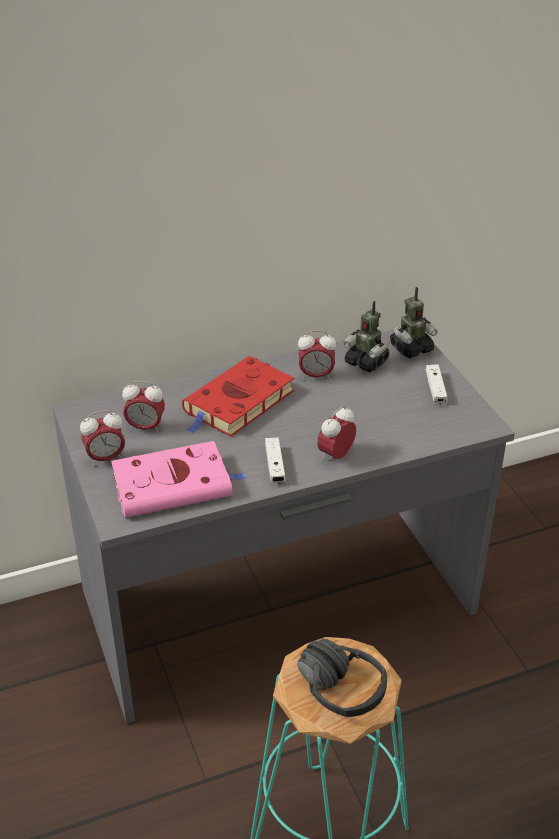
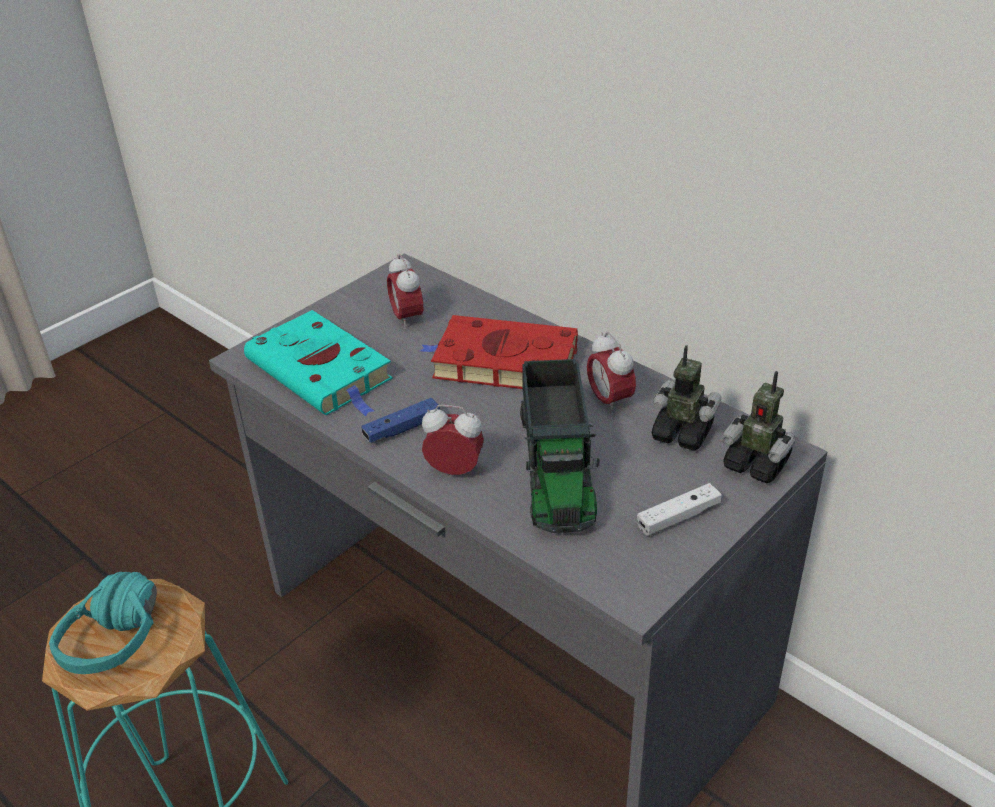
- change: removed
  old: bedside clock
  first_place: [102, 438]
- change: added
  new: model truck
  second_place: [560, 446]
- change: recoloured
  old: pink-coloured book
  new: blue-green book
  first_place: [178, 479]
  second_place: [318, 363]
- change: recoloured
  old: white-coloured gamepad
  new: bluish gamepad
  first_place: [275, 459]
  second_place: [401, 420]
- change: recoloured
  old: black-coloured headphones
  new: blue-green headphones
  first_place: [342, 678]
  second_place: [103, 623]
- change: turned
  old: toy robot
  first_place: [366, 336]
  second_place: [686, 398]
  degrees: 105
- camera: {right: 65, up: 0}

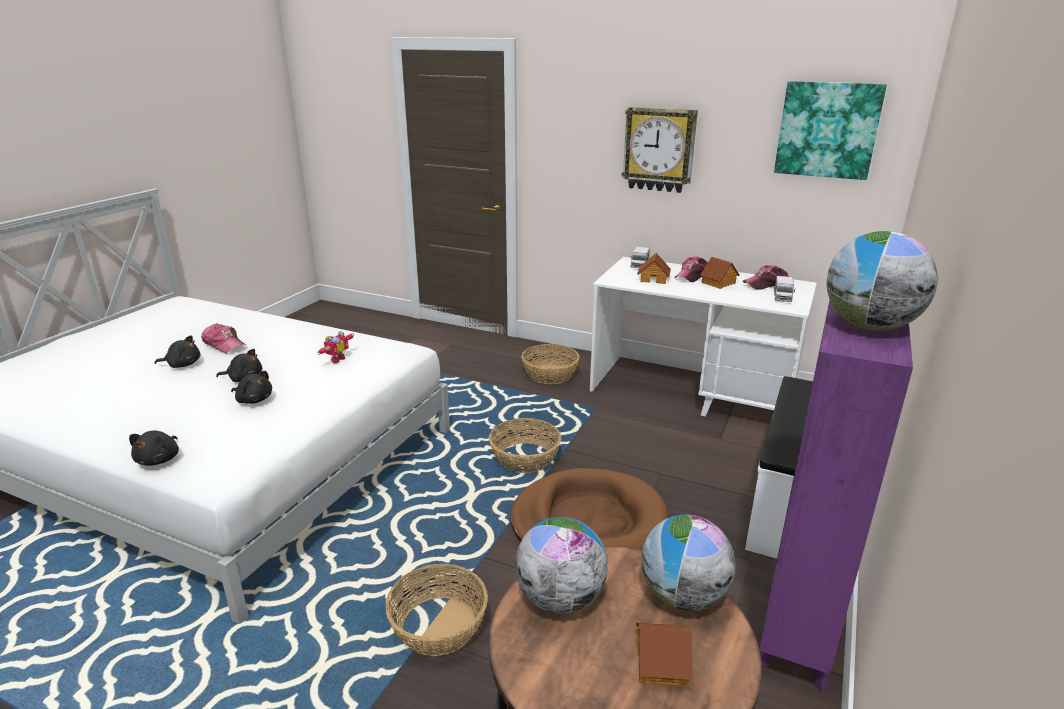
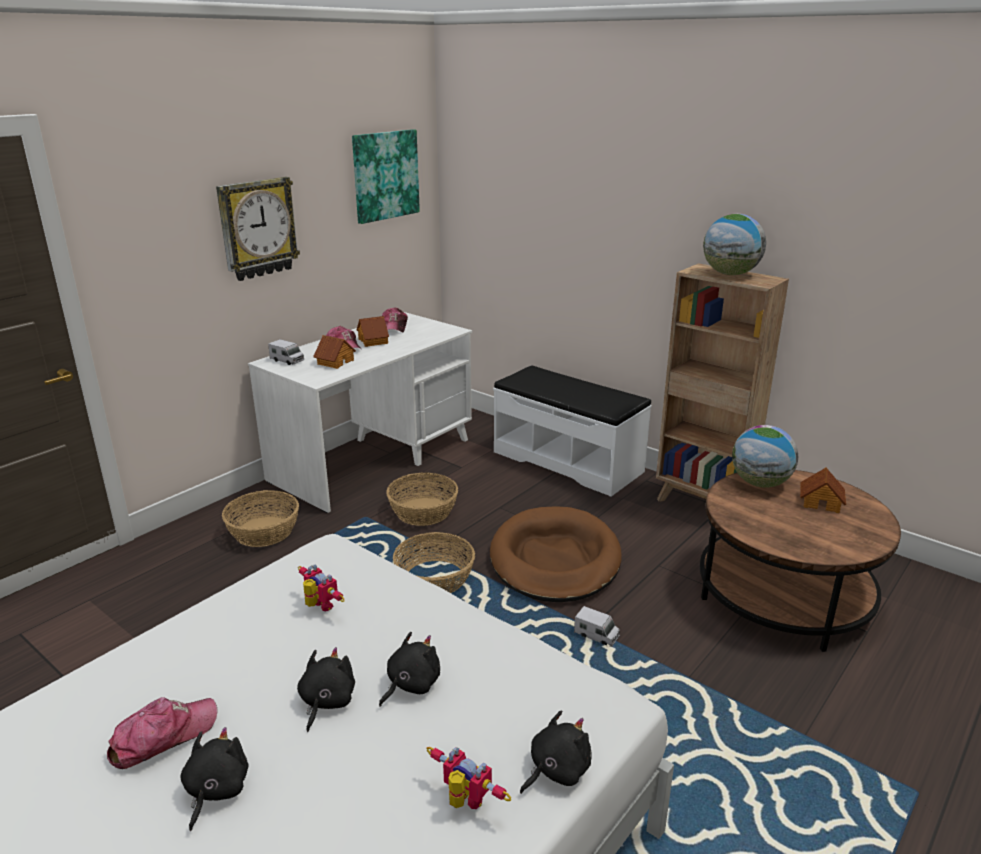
- change: removed
  old: desk globe
  first_place: [561, 565]
- change: added
  new: toy robot
  second_place: [468, 778]
- change: moved
  old: basket
  first_place: [437, 610]
  second_place: [422, 499]
- change: moved
  old: model truck
  first_place: [785, 289]
  second_place: [597, 626]
- change: recoloured
  old: purple bookshelf
  new: brown bookshelf
  first_place: [836, 496]
  second_place: [722, 382]
- change: turned
  old: black-coloured plush toy
  first_place: [154, 448]
  second_place: [555, 752]
  degrees: -60
- camera: {right: -75, up: 0}

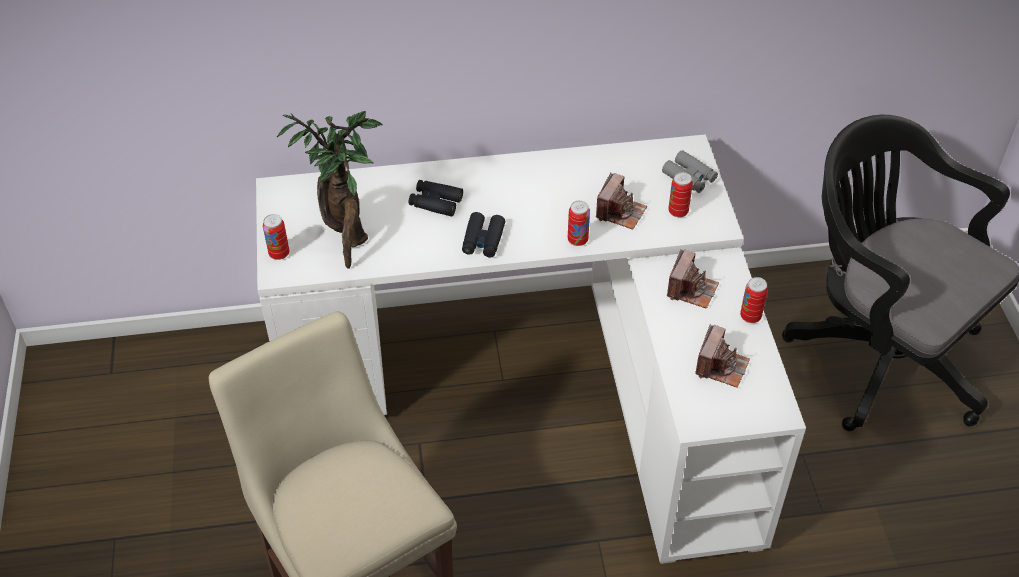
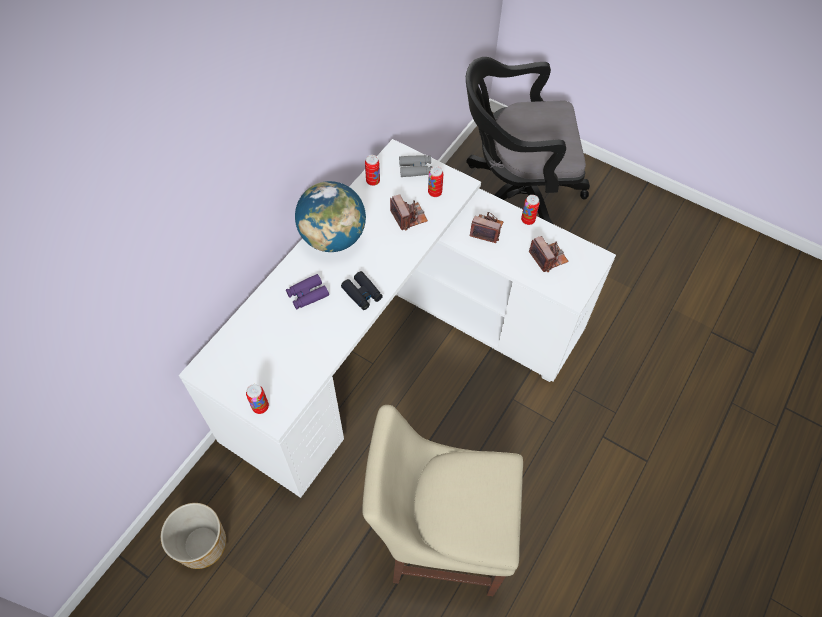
- change: removed
  old: plant in a pot
  first_place: [330, 190]
- change: added
  new: plant pot
  second_place: [193, 536]
- change: added
  new: desk globe
  second_place: [330, 216]
- change: moved
  old: metal can
  first_place: [579, 223]
  second_place: [372, 170]
- change: recoloured
  old: black-coloured pair of binoculars
  new: purple pair of binoculars
  first_place: [436, 198]
  second_place: [307, 291]
- change: turned
  old: photo camera
  first_place: [693, 279]
  second_place: [486, 227]
  degrees: -45
- camera: {right: -50, up: 10}

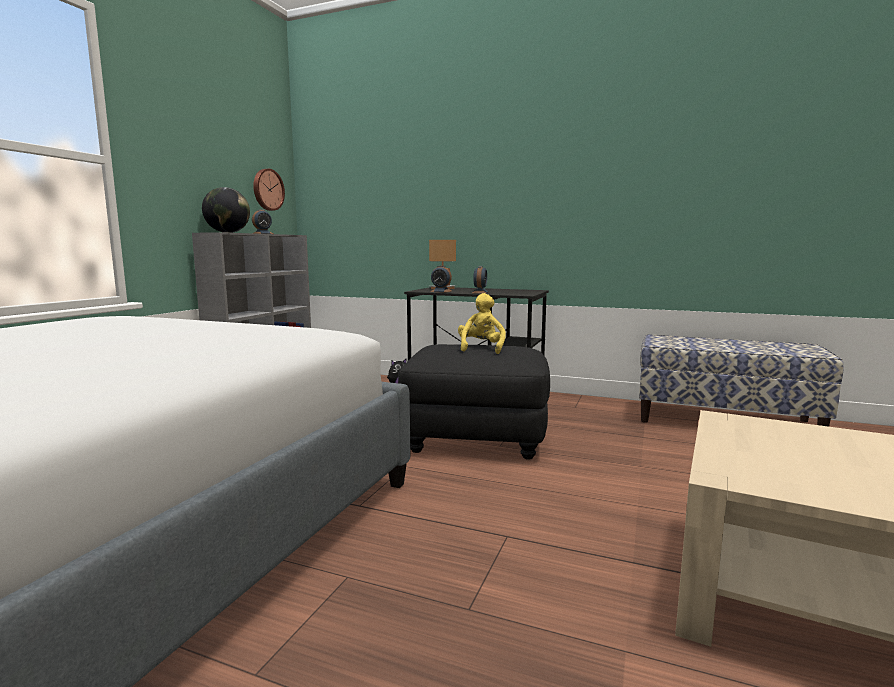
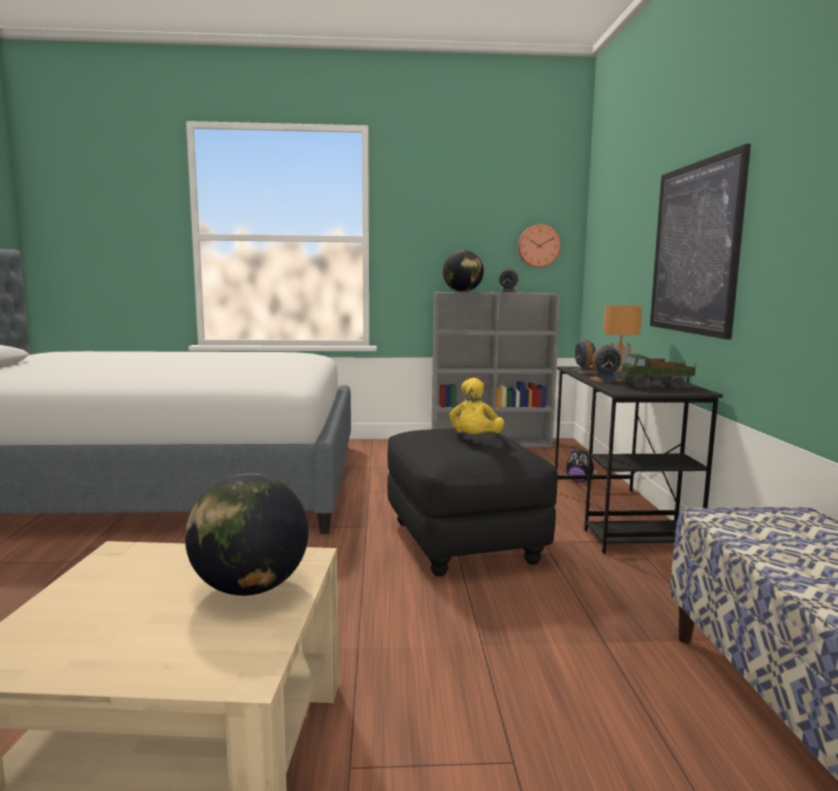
- change: added
  new: desk globe
  second_place: [247, 534]
- change: added
  new: model truck
  second_place: [657, 371]
- change: added
  new: picture
  second_place: [700, 241]
- change: turned
  old: yellow-coloured plush toy
  first_place: [482, 323]
  second_place: [476, 406]
  degrees: 120
- camera: {right: 65, up: 0}

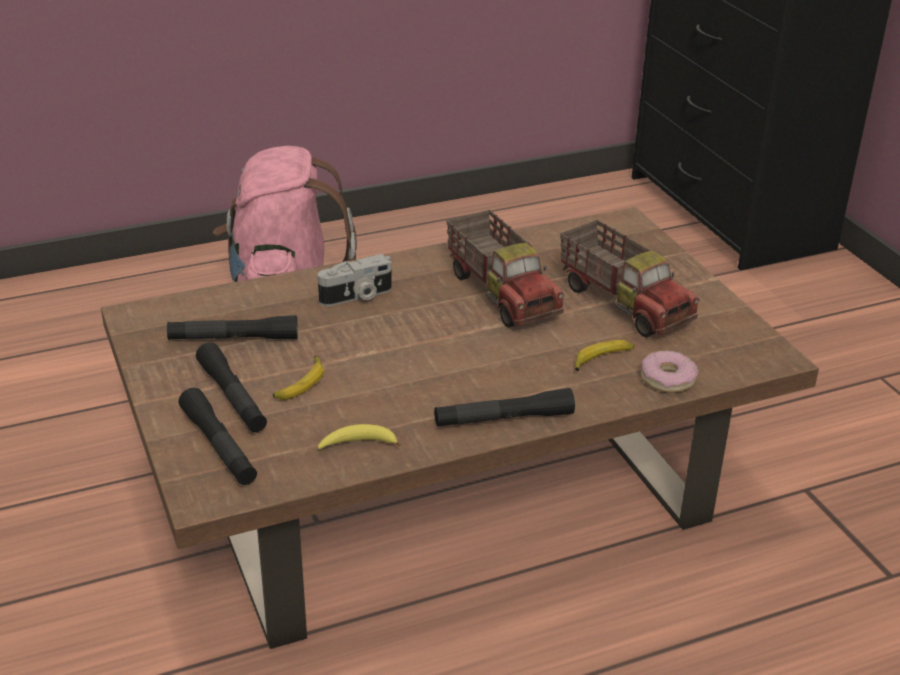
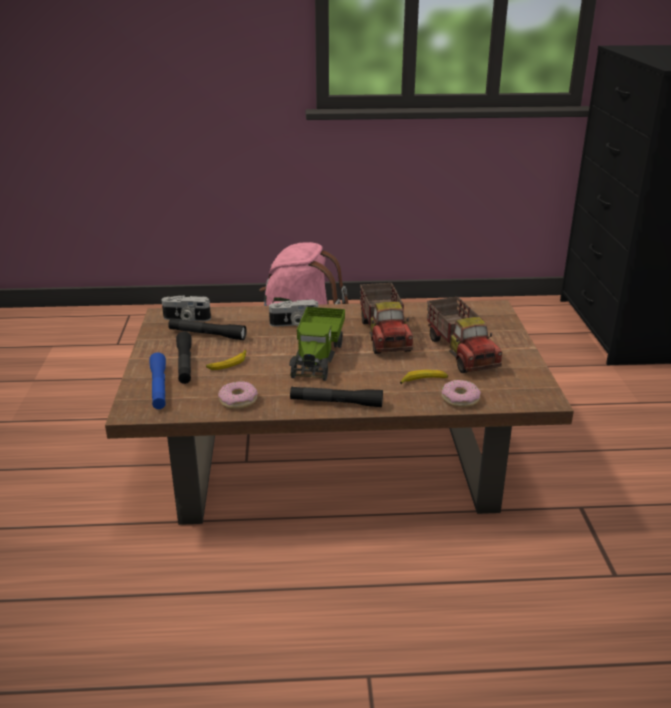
- change: added
  new: photo camera
  second_place: [186, 308]
- change: added
  new: model truck
  second_place: [317, 344]
- change: replaced
  old: whole banana
  new: ring doughnut
  first_place: [359, 436]
  second_place: [238, 395]
- change: recoloured
  old: black-coloured flashlight
  new: bluish flashlight
  first_place: [218, 436]
  second_place: [157, 380]
- camera: {right: 20, up: -5}

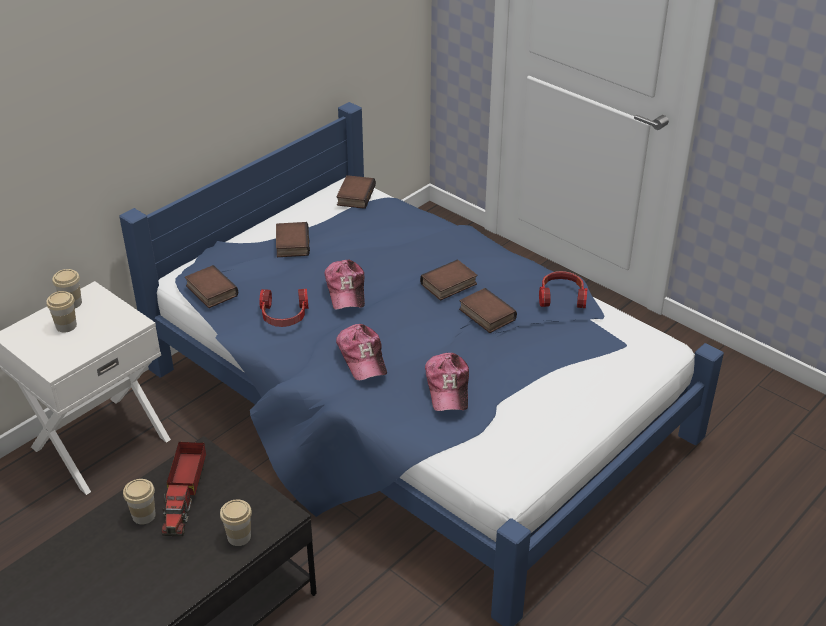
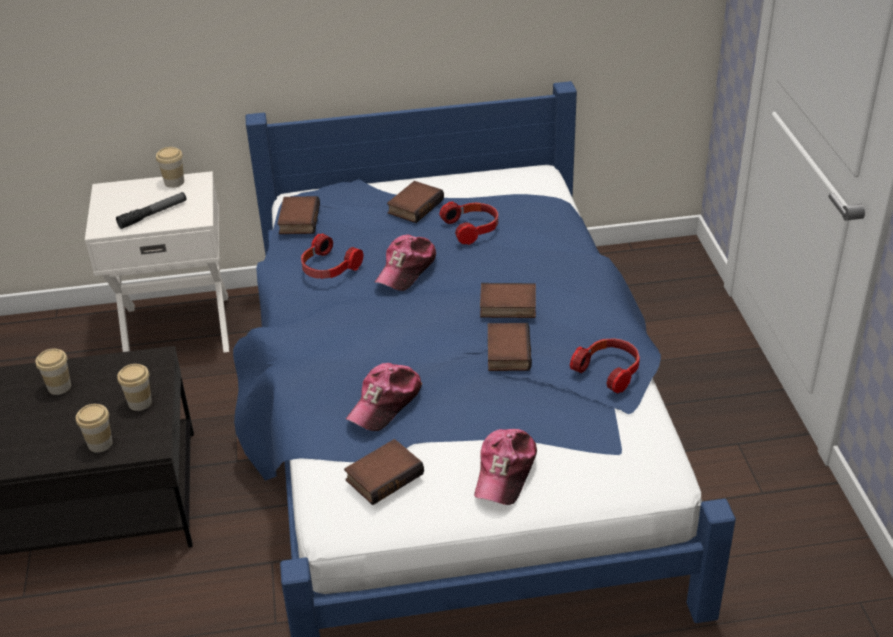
- change: removed
  old: model truck
  first_place: [184, 489]
- change: added
  new: flashlight
  second_place: [151, 210]
- change: added
  new: headphones
  second_place: [468, 223]
- change: moved
  old: cup
  first_place: [61, 311]
  second_place: [134, 387]
- change: moved
  old: book
  first_place: [356, 192]
  second_place: [384, 472]
- change: moved
  old: baseball cap
  first_place: [361, 352]
  second_place: [505, 467]
- camera: {right: 40, up: 0}

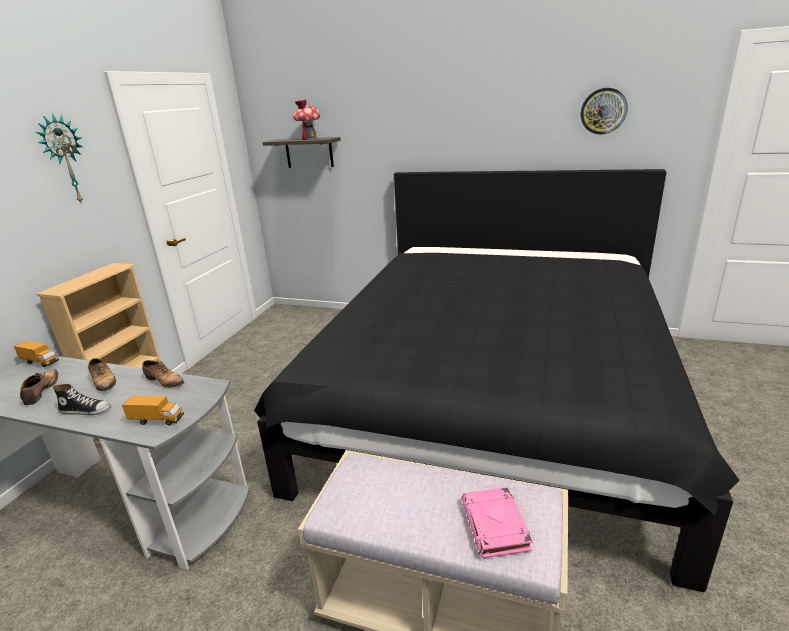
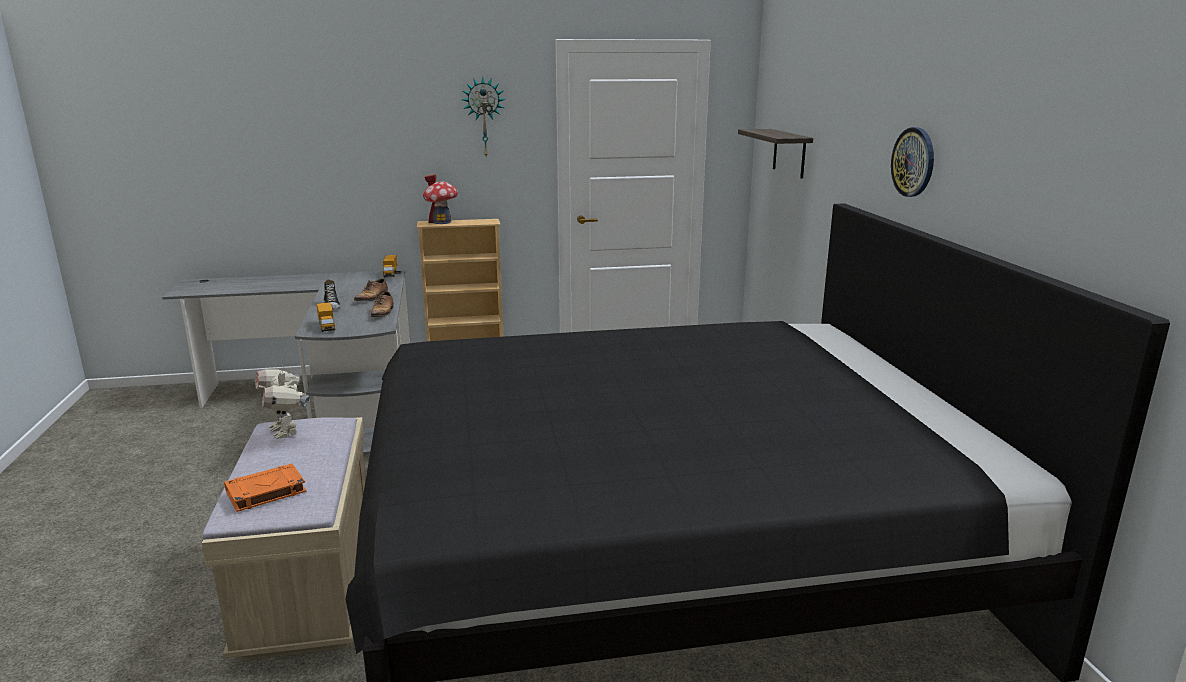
- change: removed
  old: item of footwear
  first_place: [39, 387]
- change: added
  new: toy robot
  second_place: [282, 403]
- change: moved
  old: toy house
  first_place: [306, 120]
  second_place: [440, 199]
- change: moved
  old: wall clock
  first_place: [604, 111]
  second_place: [912, 162]
- change: recoloured
  old: pink-coloured book
  new: orange book
  first_place: [497, 522]
  second_place: [265, 488]
- camera: {right: 60, up: -5}

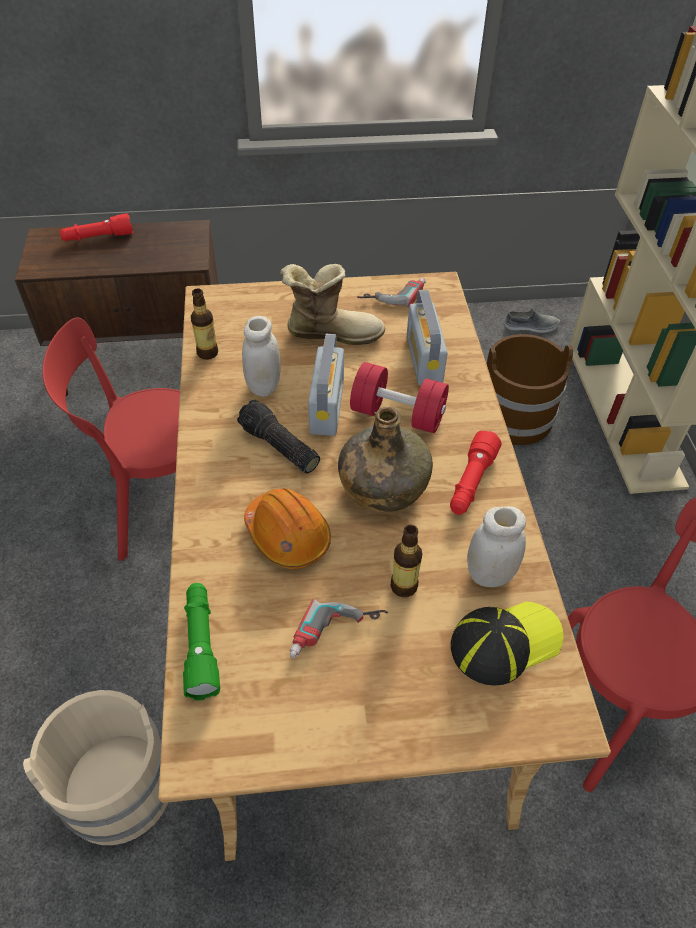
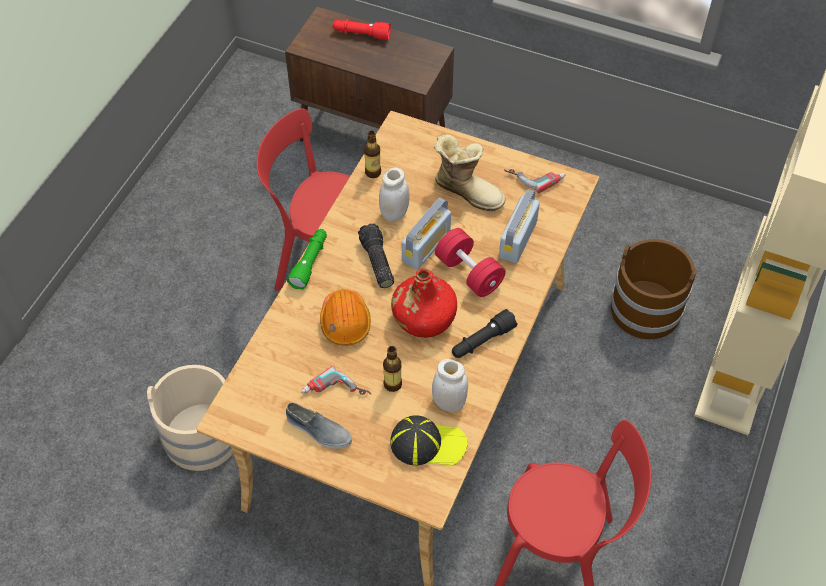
- change: moved
  old: green-coloured flashlight
  first_place: [201, 641]
  second_place: [307, 259]
- change: moved
  old: gray item of footwear
  first_place: [532, 321]
  second_place: [319, 426]
- change: recoloured
  old: green-coloured beverage bottle
  new: reddish beverage bottle
  first_place: [385, 459]
  second_place: [424, 303]
- change: recoloured
  old: reddish flashlight
  new: black-coloured flashlight
  first_place: [475, 472]
  second_place: [484, 333]
- camera: {right: 30, up: 5}

